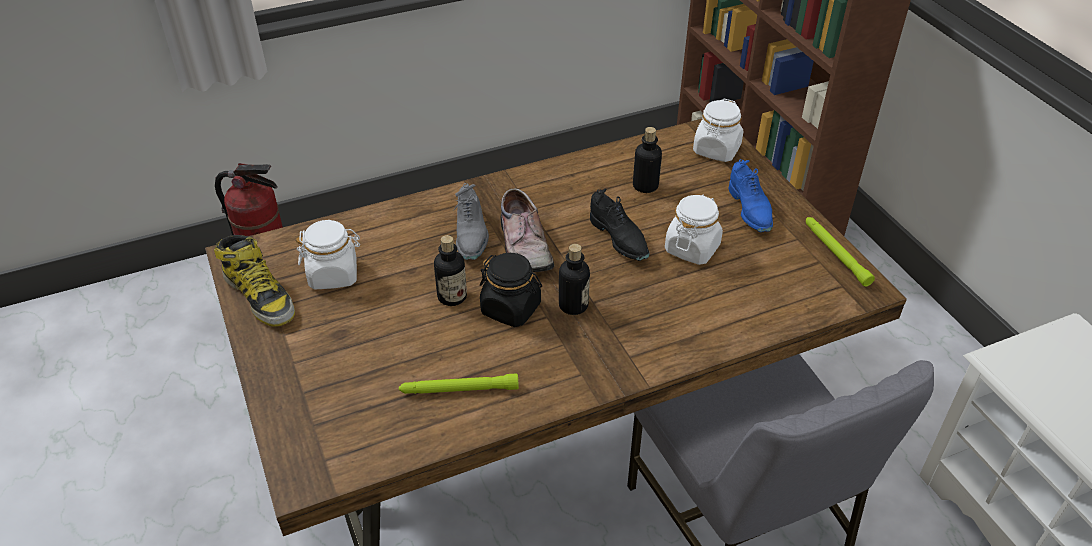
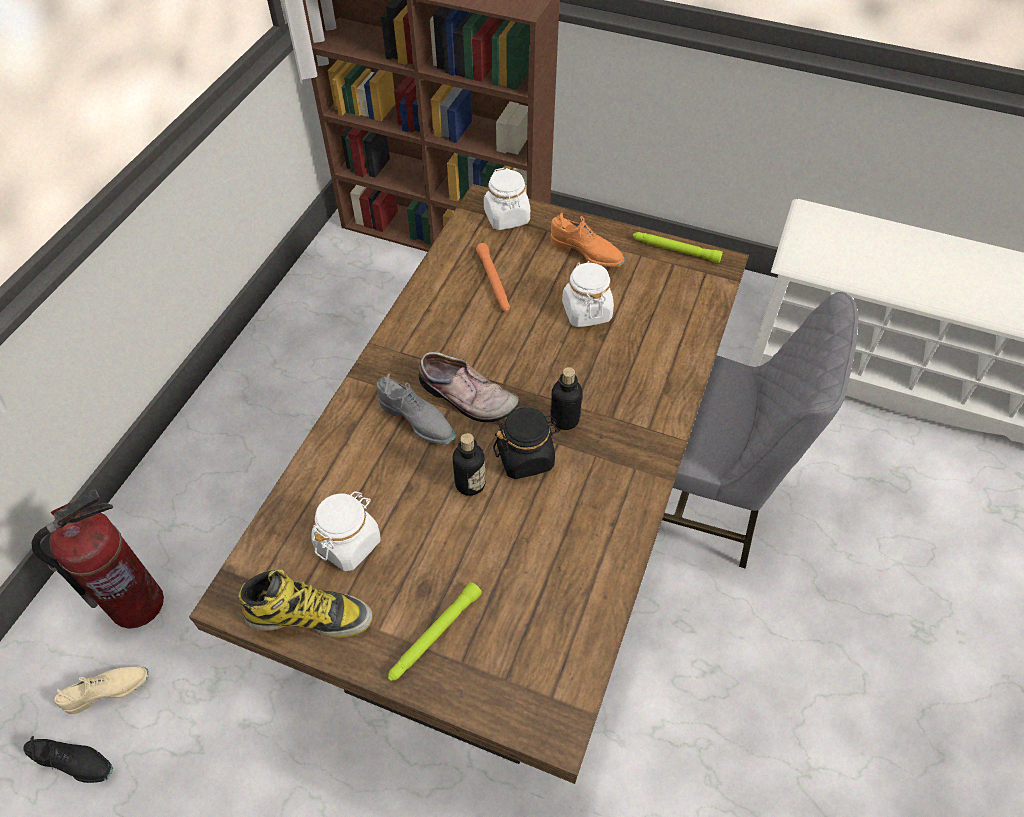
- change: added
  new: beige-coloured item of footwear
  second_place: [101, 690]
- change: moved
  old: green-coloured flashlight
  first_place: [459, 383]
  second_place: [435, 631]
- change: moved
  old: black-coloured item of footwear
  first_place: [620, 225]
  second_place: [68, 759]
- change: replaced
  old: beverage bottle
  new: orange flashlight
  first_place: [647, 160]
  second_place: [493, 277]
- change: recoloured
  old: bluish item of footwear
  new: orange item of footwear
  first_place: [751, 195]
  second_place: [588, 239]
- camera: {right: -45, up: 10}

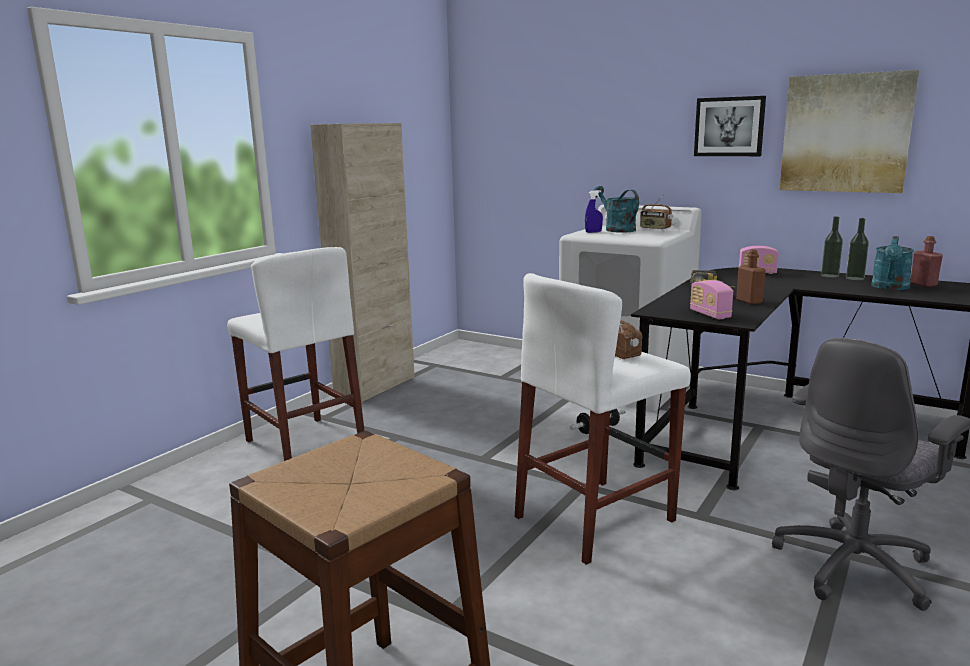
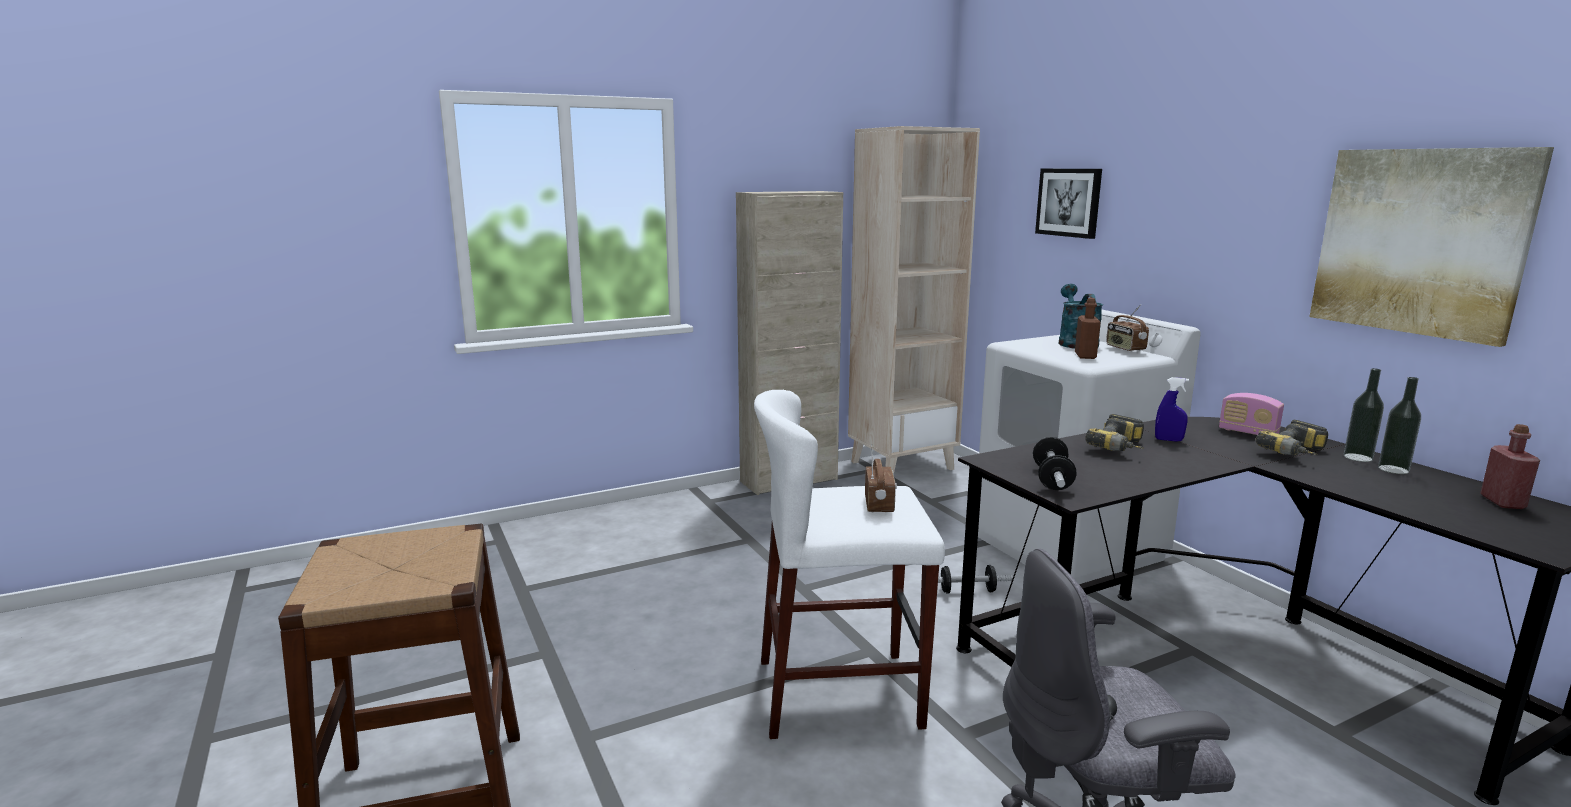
- change: removed
  old: white-coloured stool
  first_place: [296, 354]
- change: removed
  old: blue-green watering pot
  first_place: [892, 263]
- change: added
  new: beige-coloured bookshelf
  second_place: [914, 299]
- change: added
  new: power drill
  second_place: [1292, 438]
- change: moved
  old: bluish spray bottle
  first_place: [594, 211]
  second_place: [1172, 409]
- change: moved
  old: picture
  first_place: [730, 126]
  second_place: [1068, 204]
- change: moved
  old: brown beverage bottle
  first_place: [751, 276]
  second_place: [1088, 328]
- change: replaced
  old: radio receiver
  new: free weight
  first_place: [711, 299]
  second_place: [1055, 463]
- camera: {right: 30, up: 0}

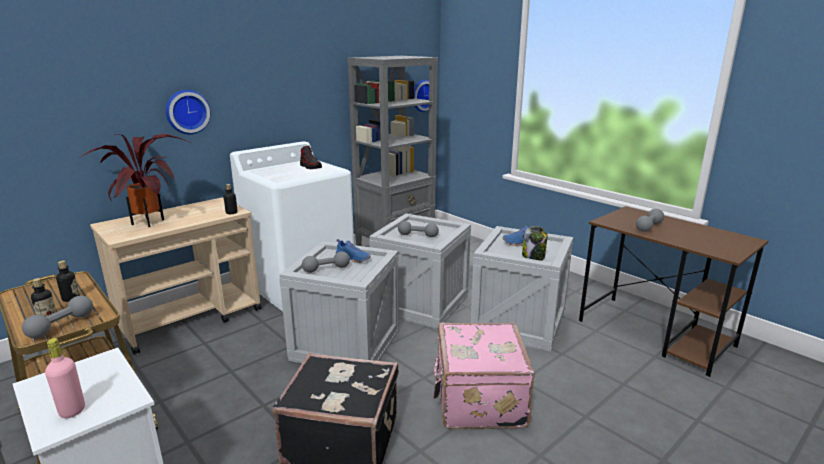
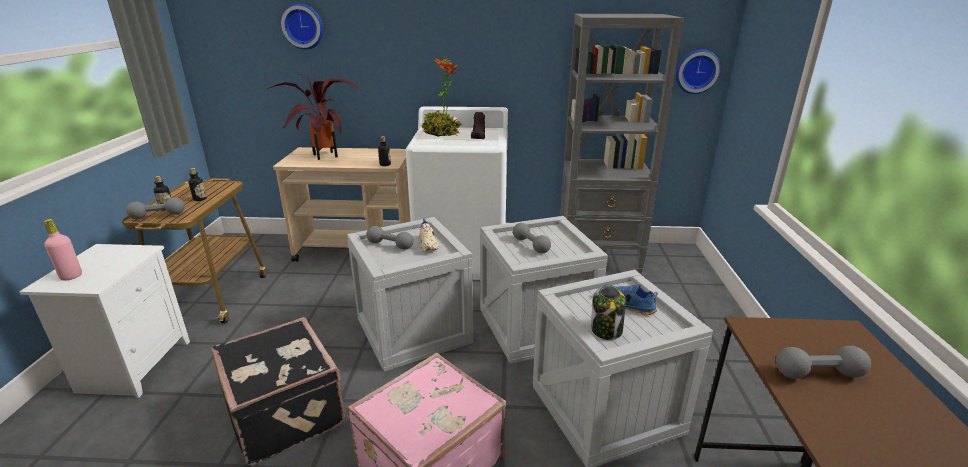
- change: added
  new: plant in a pot
  second_place: [441, 97]
- change: moved
  old: wall clock
  first_place: [188, 112]
  second_place: [302, 26]
- change: recoloured
  old: bluish item of footwear
  new: beige-coloured item of footwear
  first_place: [352, 251]
  second_place: [429, 235]
- camera: {right: 45, up: 5}

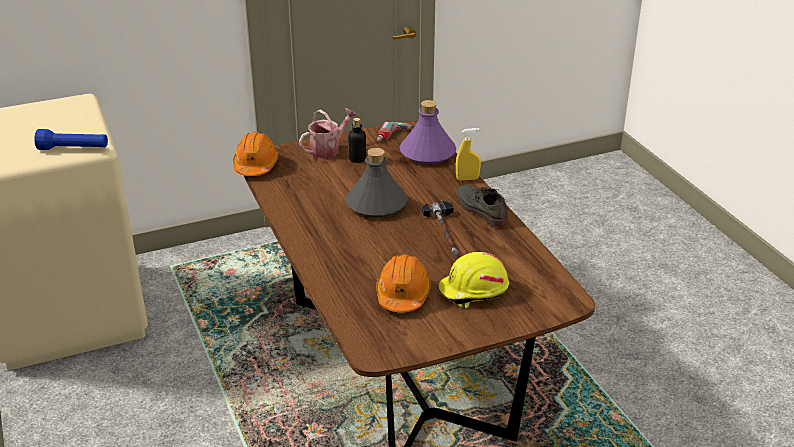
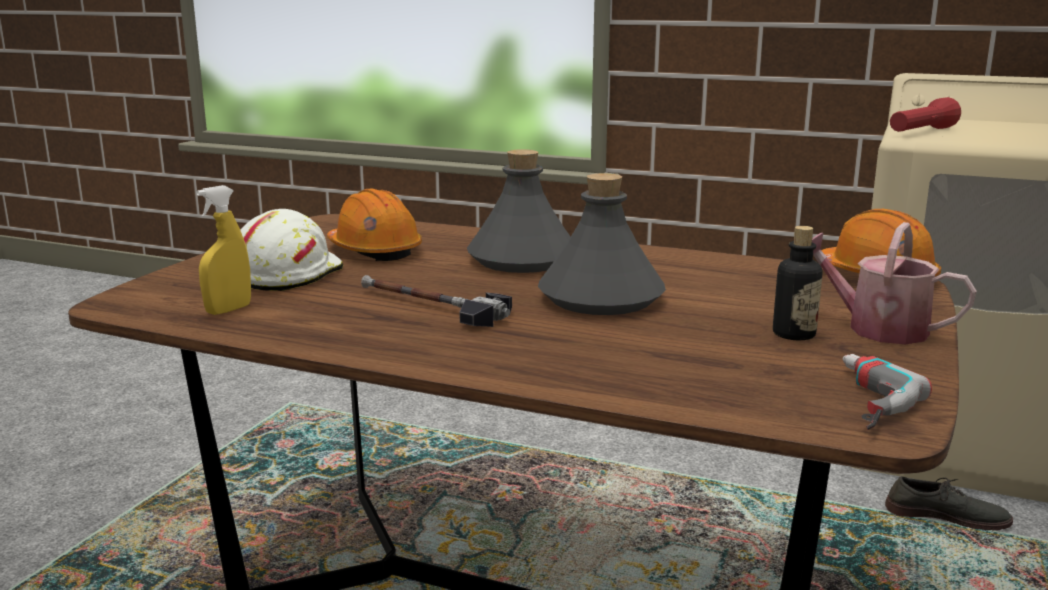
- change: removed
  old: purple beverage bottle
  first_place: [428, 132]
- change: added
  new: gray beverage bottle
  second_place: [519, 211]
- change: moved
  old: yellow-coloured spray bottle
  first_place: [468, 154]
  second_place: [223, 250]
- change: moved
  old: gray item of footwear
  first_place: [482, 205]
  second_place: [949, 503]
- change: recoloured
  old: bluish flashlight
  new: reddish flashlight
  first_place: [71, 139]
  second_place: [925, 114]
- change: recoloured
  old: yellow-coloured work helmet
  new: white-coloured work helmet
  first_place: [473, 280]
  second_place: [291, 250]
- change: turned
  old: watering pot
  first_place: [328, 133]
  second_place: [894, 283]
  degrees: 120
- camera: {right: 135, up: -15}

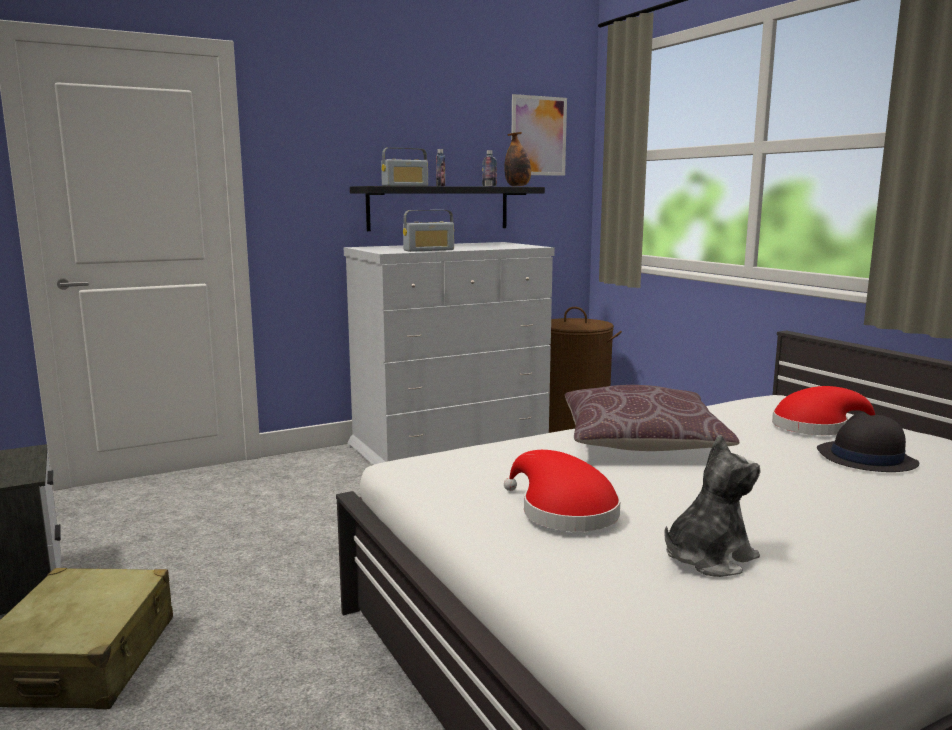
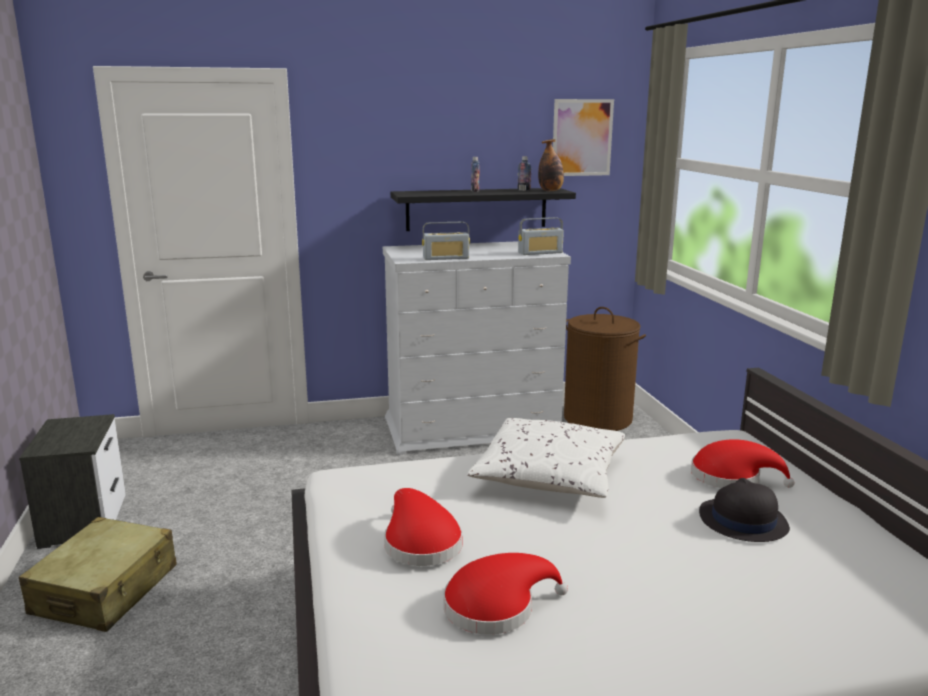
- change: moved
  old: radio receiver
  first_place: [404, 166]
  second_place: [541, 236]
- change: replaced
  old: plush toy
  new: reddish hat
  first_place: [712, 506]
  second_place: [505, 594]
- change: recoloured
  old: brown throw pillow
  new: white-coloured throw pillow
  first_place: [652, 418]
  second_place: [546, 458]
- camera: {right: 15, up: 5}

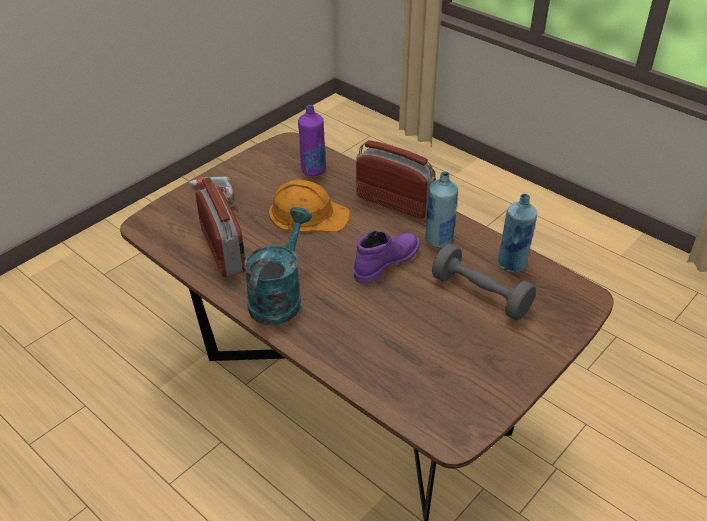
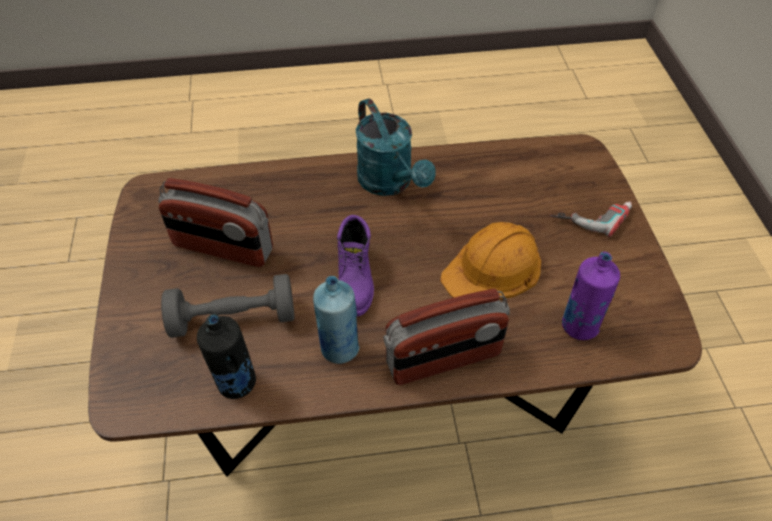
- change: moved
  old: radio receiver
  first_place: [220, 227]
  second_place: [216, 222]
- change: recoloured
  old: bluish beverage bottle
  new: black-coloured beverage bottle
  first_place: [517, 233]
  second_place: [226, 356]
- camera: {right: 130, up: 10}

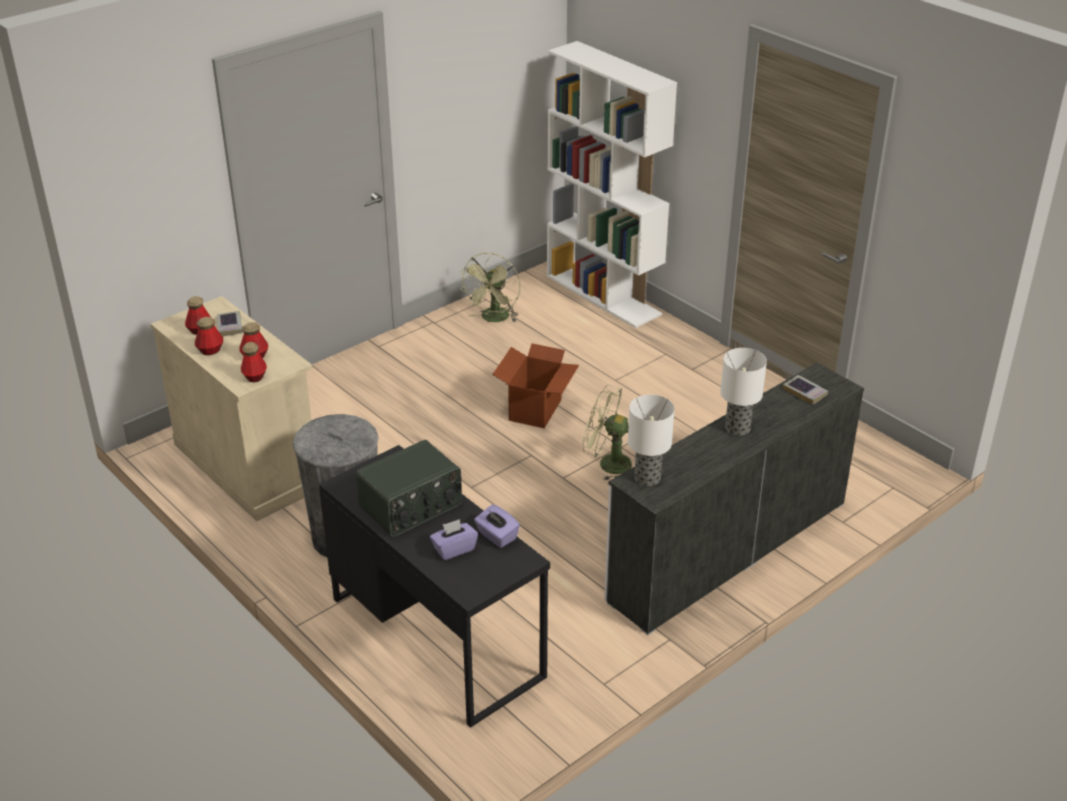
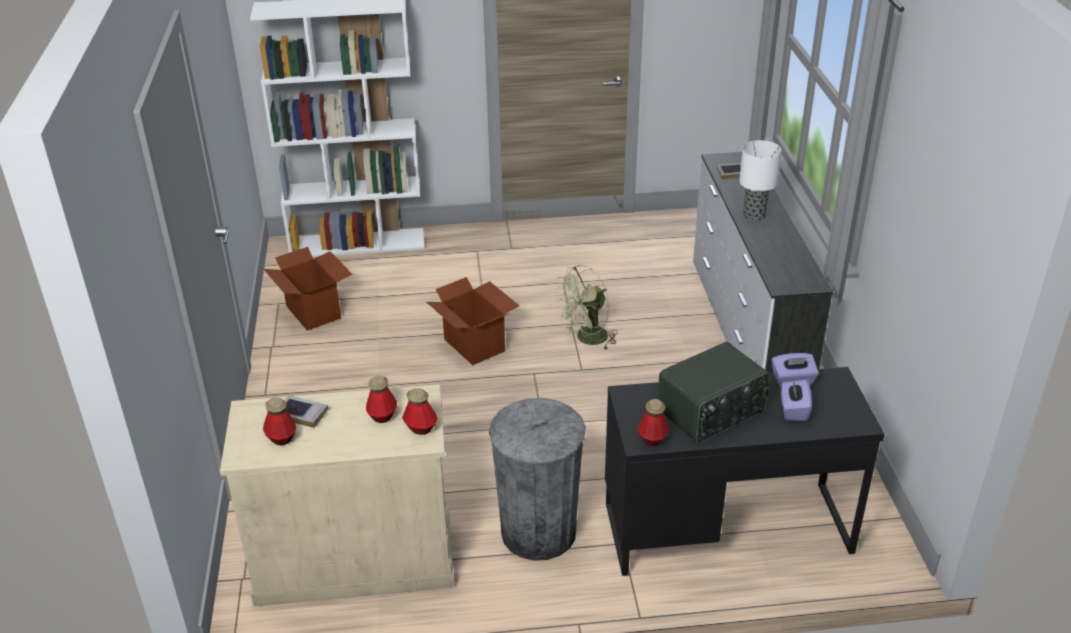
- change: removed
  old: table lamp
  first_place: [651, 440]
- change: moved
  old: beverage bottle
  first_place: [209, 336]
  second_place: [653, 422]
- change: replaced
  old: green-coloured fan
  new: cardboard box
  first_place: [490, 287]
  second_place: [308, 289]
- change: turned
  old: radio receiver
  first_place: [409, 488]
  second_place: [714, 392]
  degrees: 60
- camera: {right: -55, up: 0}

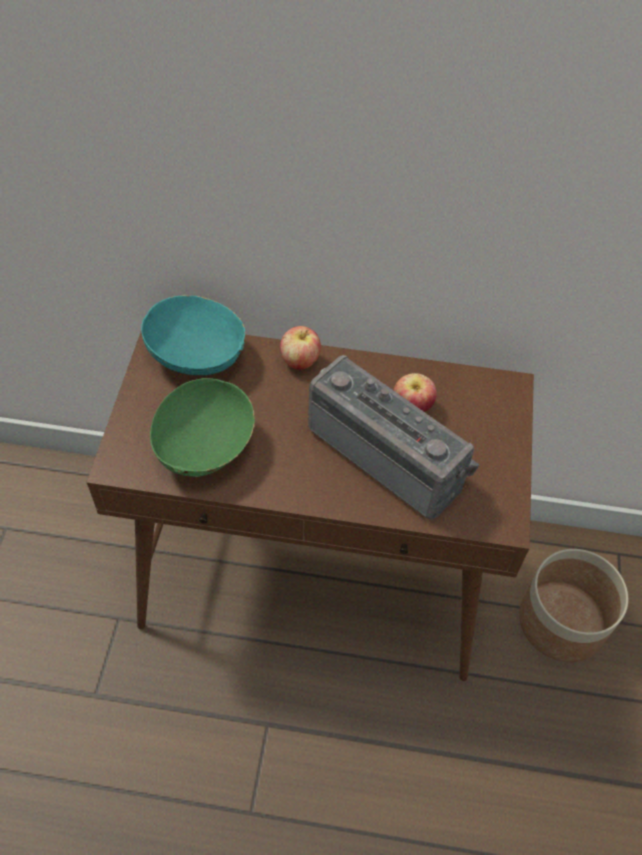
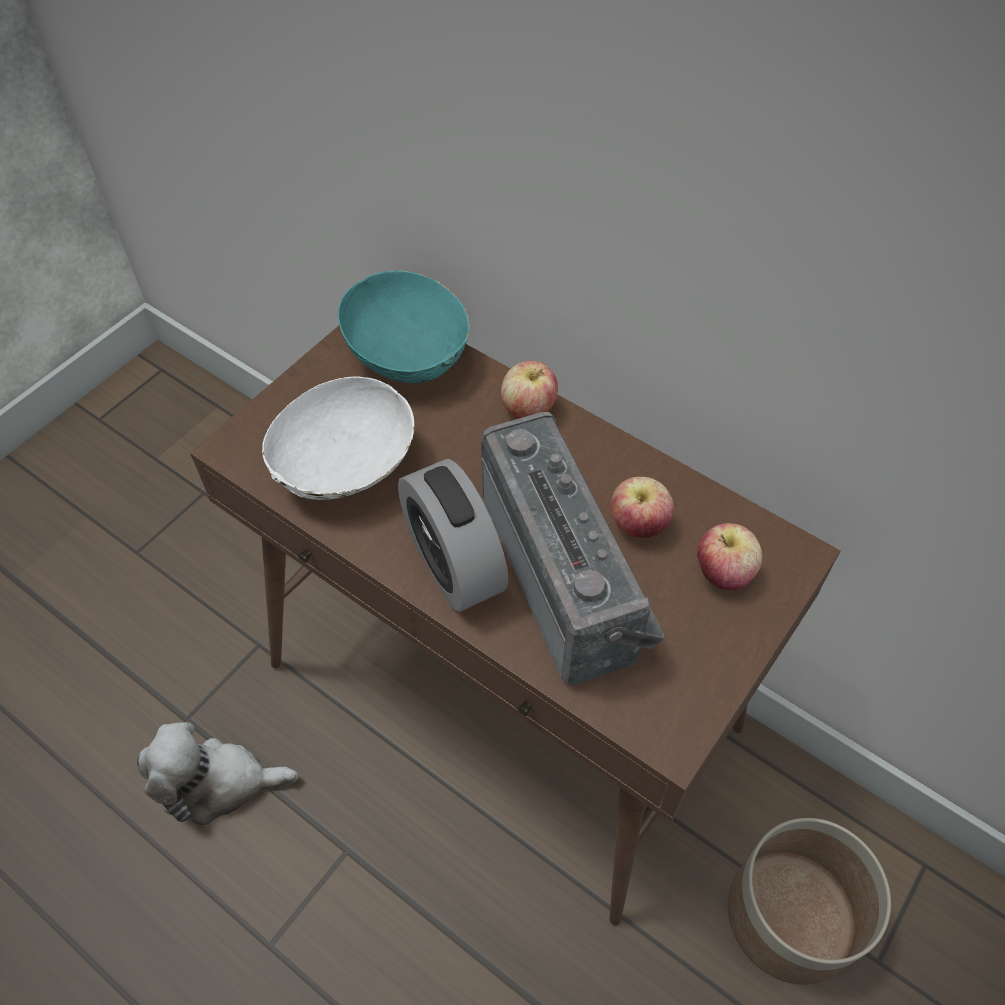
- change: added
  new: plush toy
  second_place: [217, 774]
- change: added
  new: bedside clock
  second_place: [453, 535]
- change: added
  new: apple
  second_place: [729, 556]
- change: recoloured
  old: green-coloured bowl
  new: white-coloured bowl
  first_place: [202, 427]
  second_place: [338, 438]
- camera: {right: 30, up: 0}

